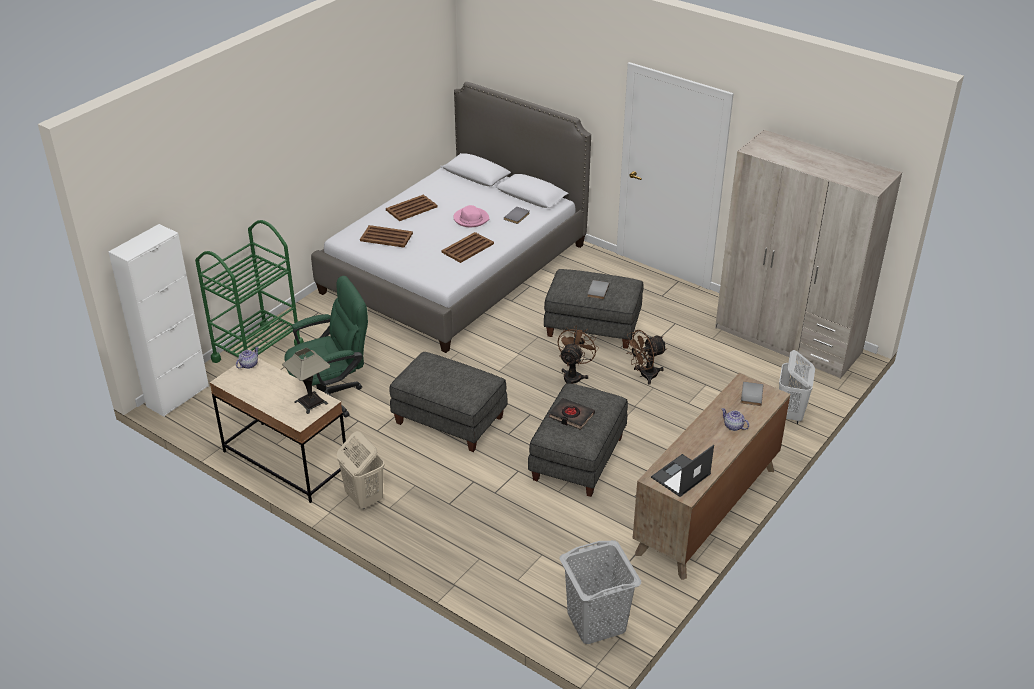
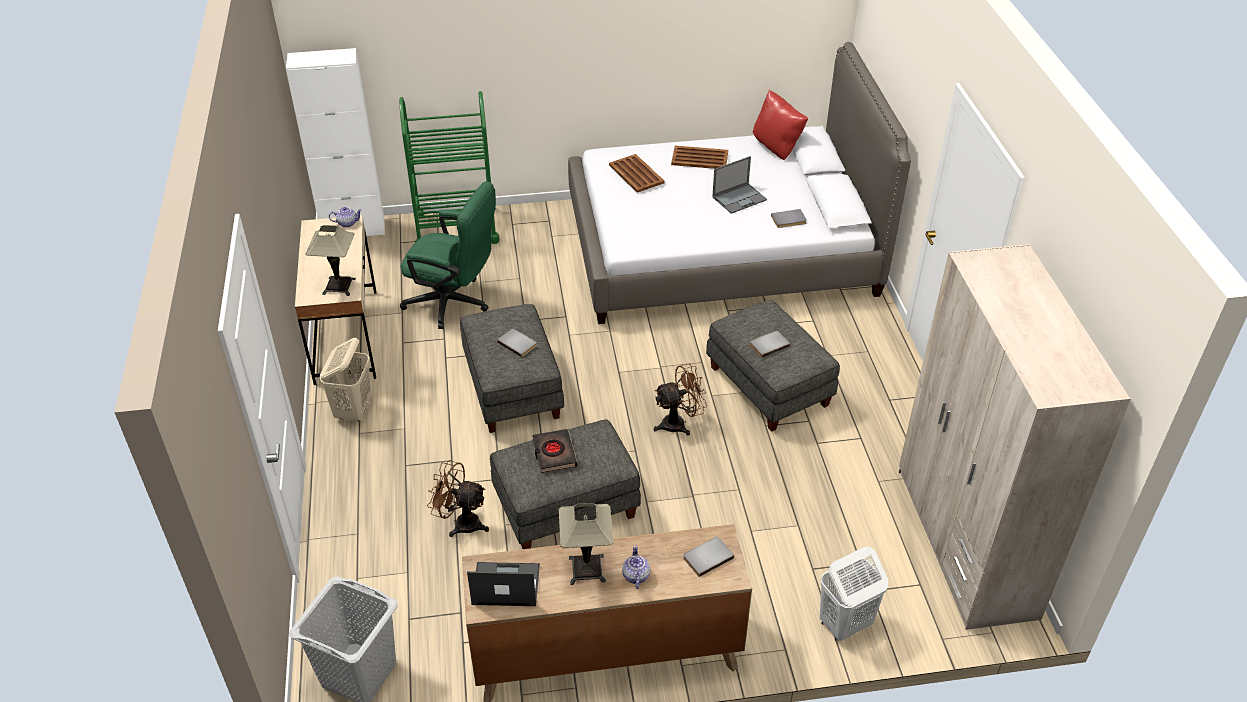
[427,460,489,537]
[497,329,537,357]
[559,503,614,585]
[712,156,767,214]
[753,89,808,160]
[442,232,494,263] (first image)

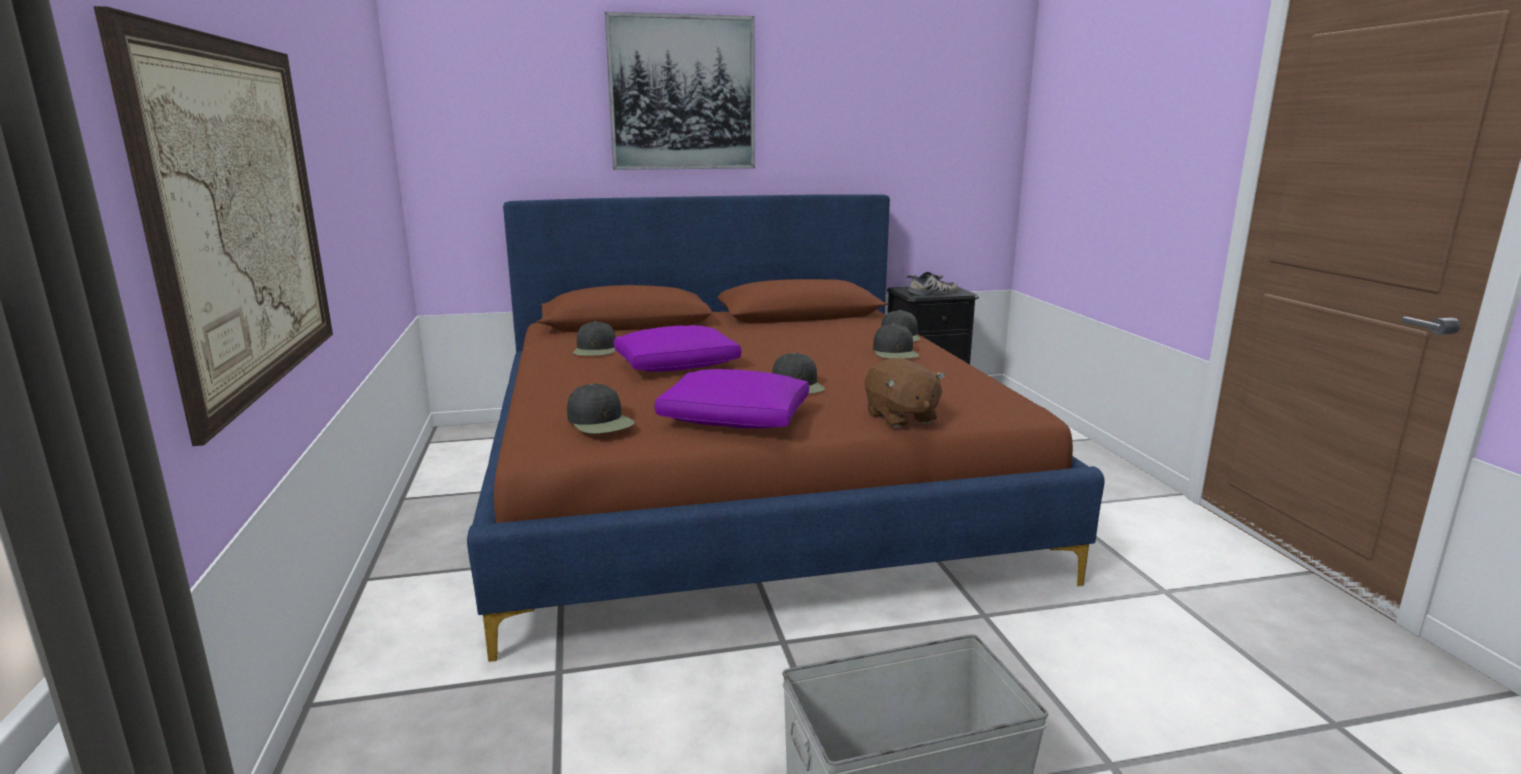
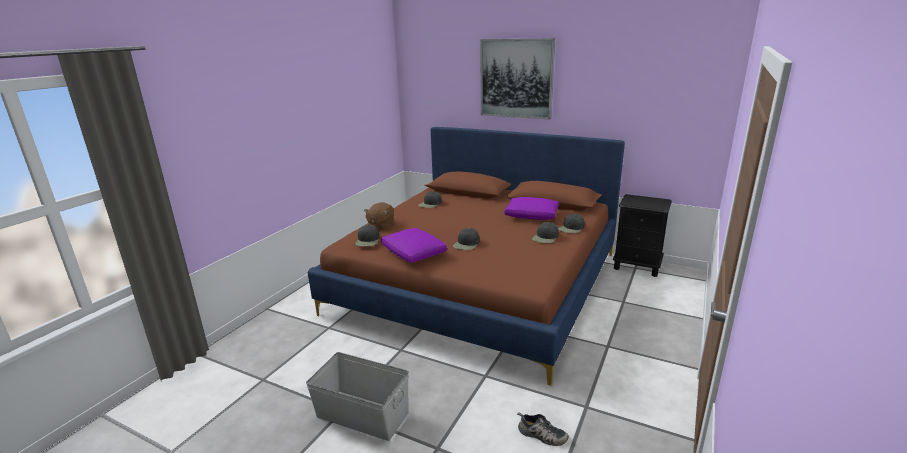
[364,202,394,229]
[504,197,559,220]
[517,412,569,446]
[94,6,333,446] (first image)

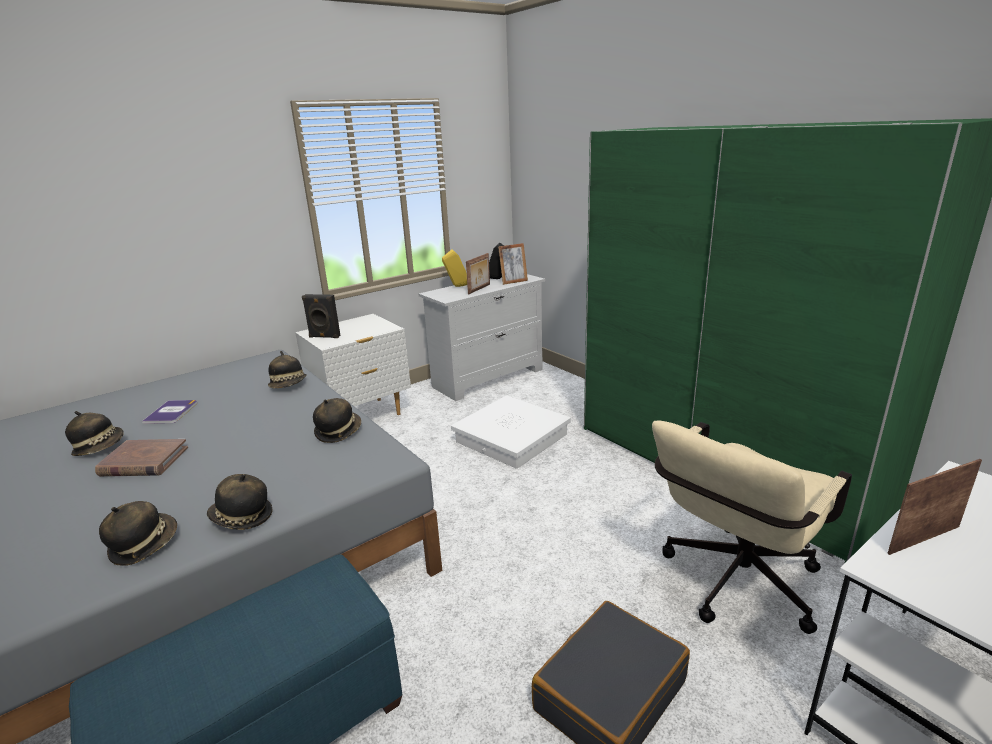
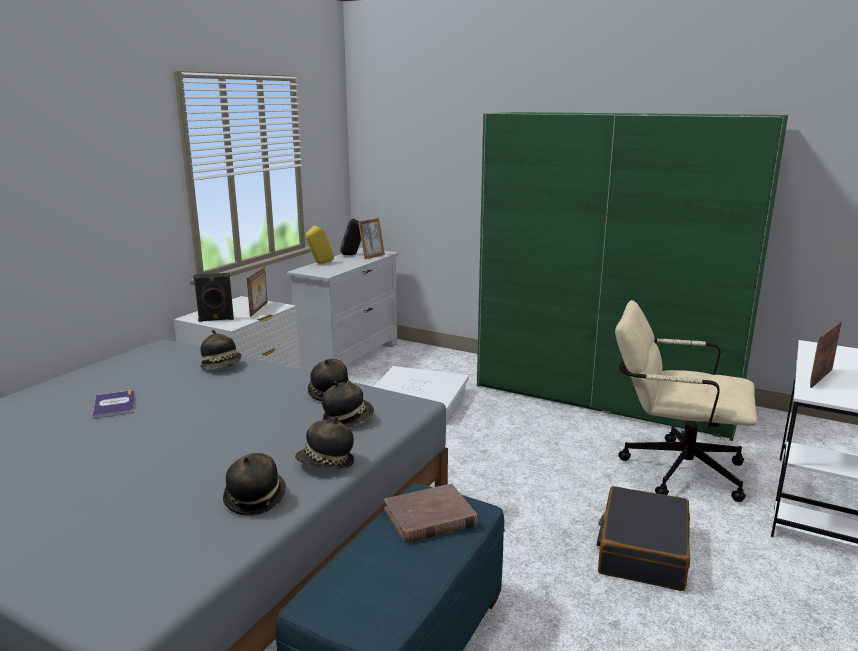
[247,267,268,317]
[322,381,374,427]
[384,484,478,543]
[615,300,758,502]

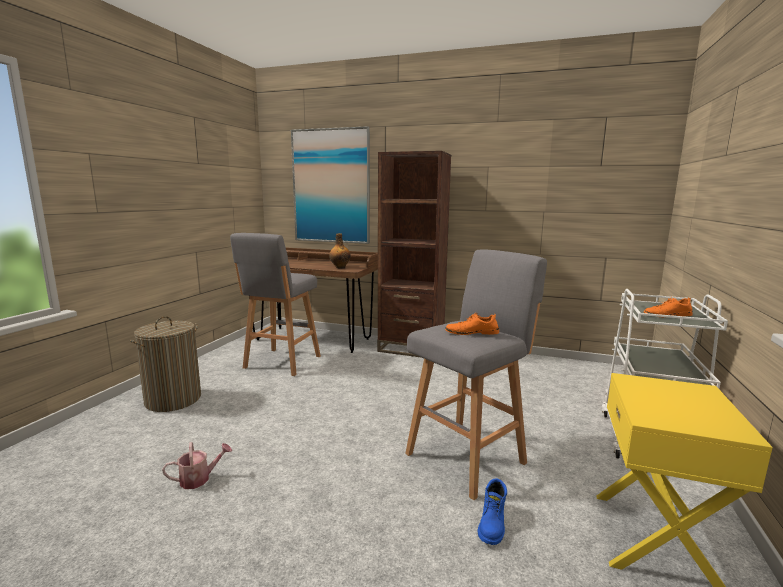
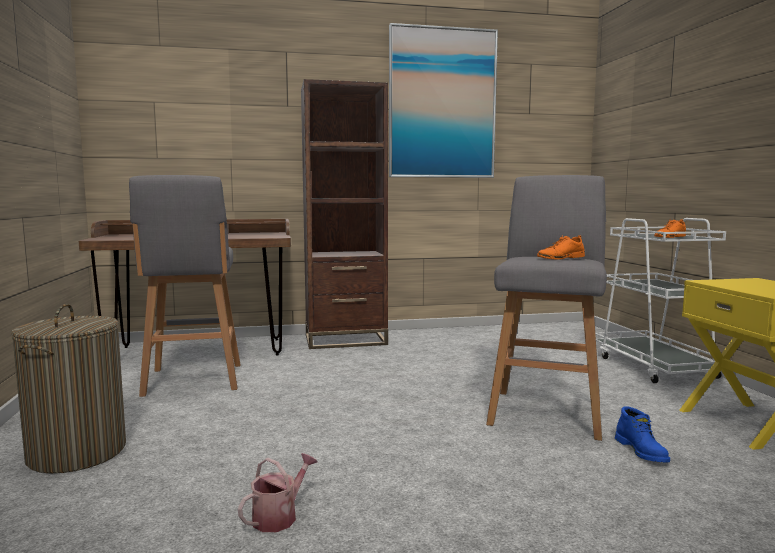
[389,23,498,178]
[329,233,351,268] (first image)

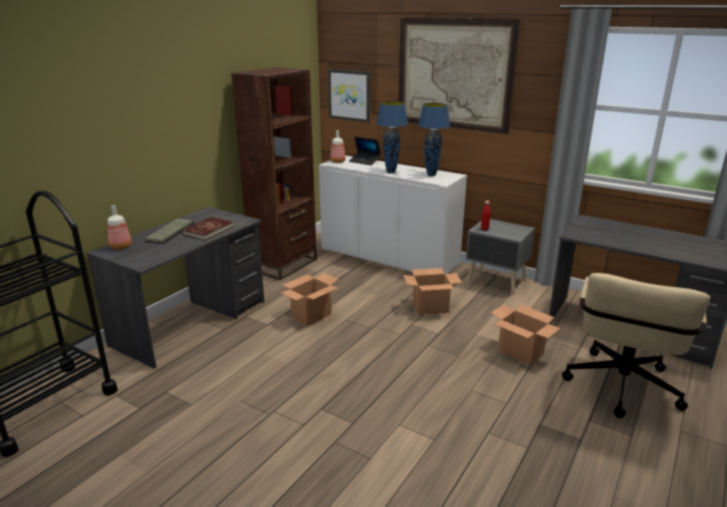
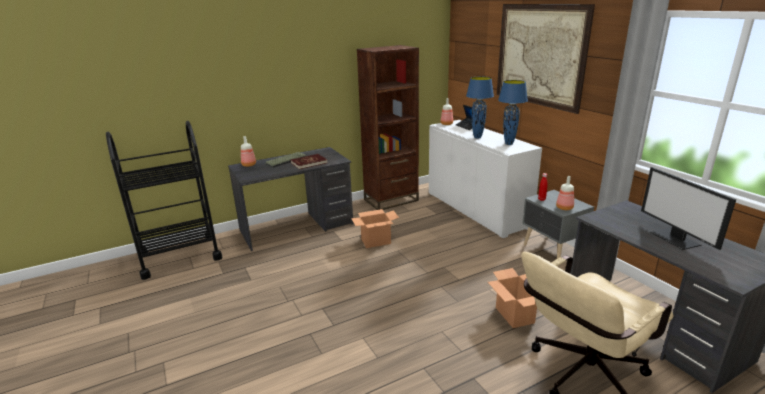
[556,176,574,210]
[641,167,736,250]
[328,69,370,123] (first image)
[403,268,462,315] (first image)

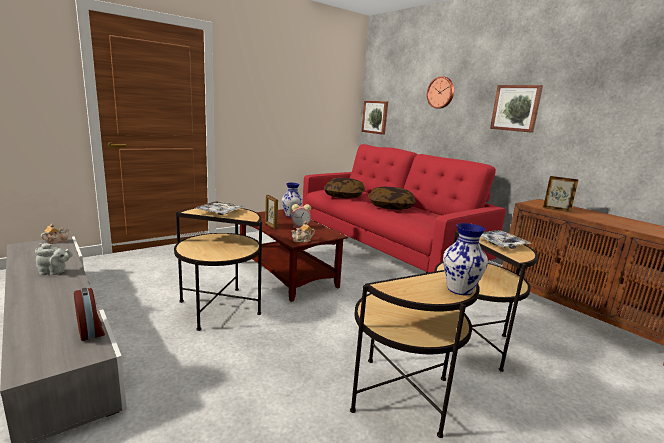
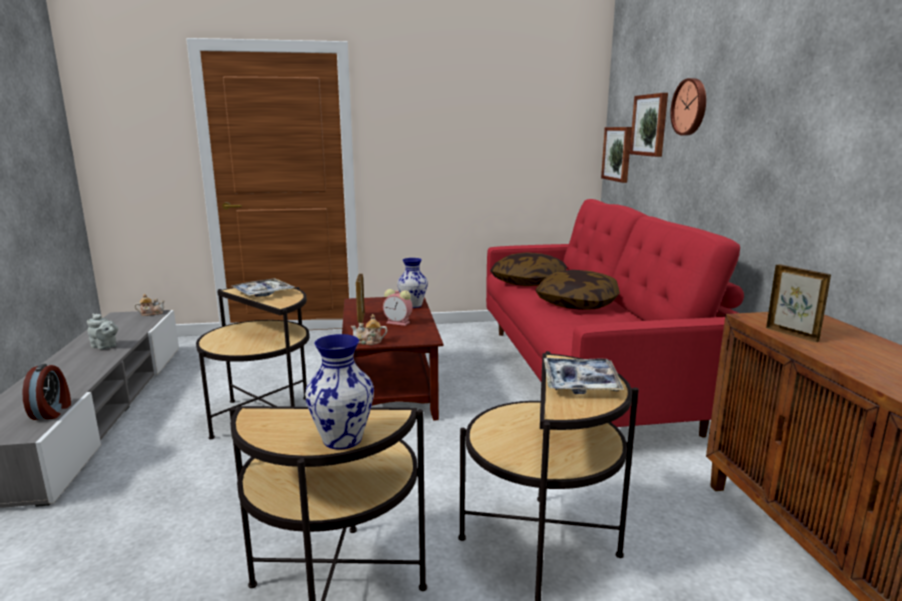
[630,93,668,157]

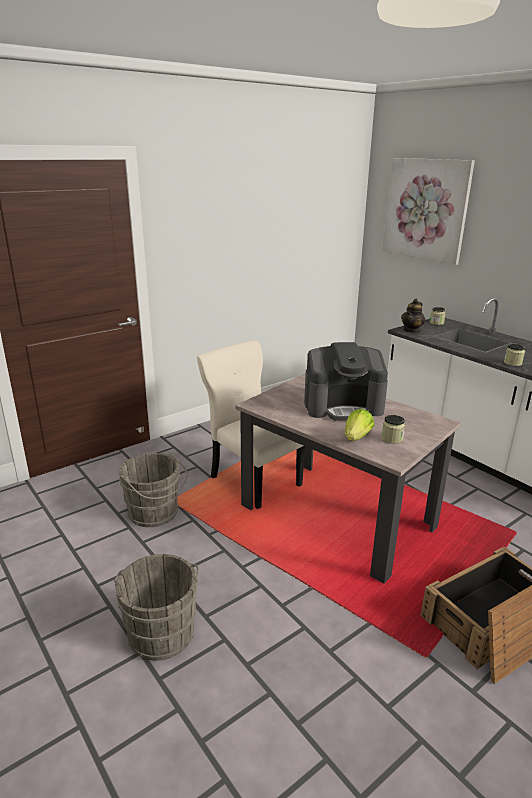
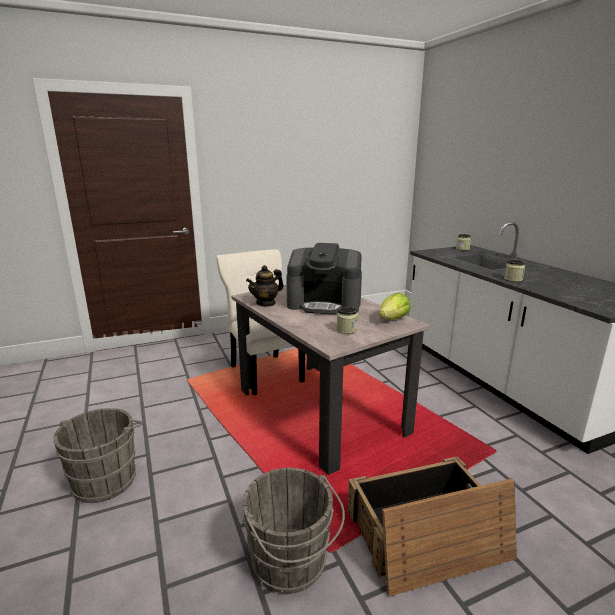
[242,468,345,594]
[246,265,284,307]
[379,293,410,320]
[382,158,475,265] (first image)

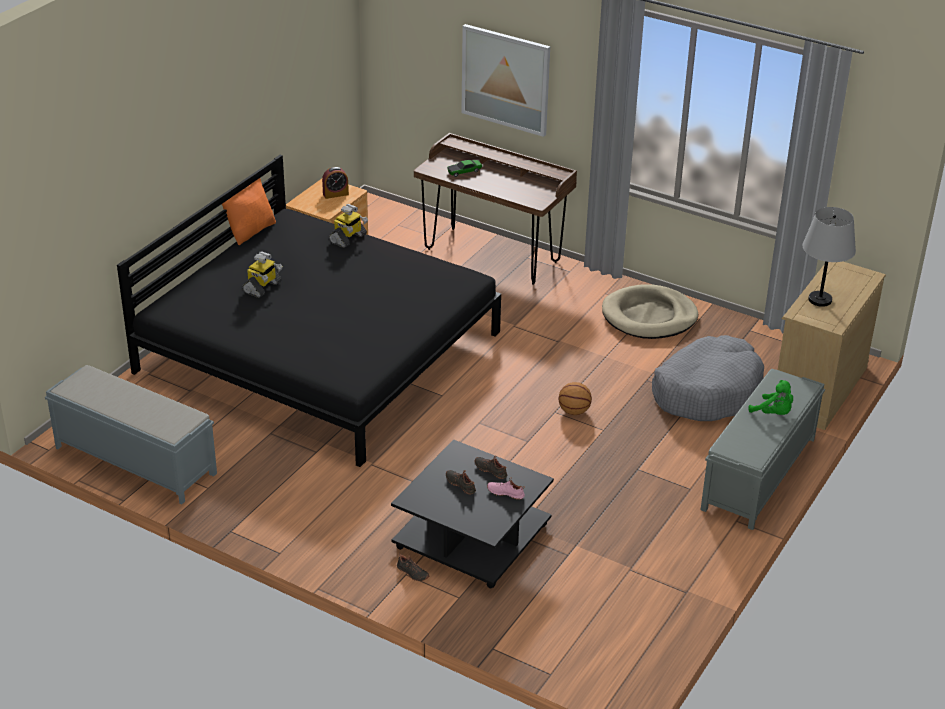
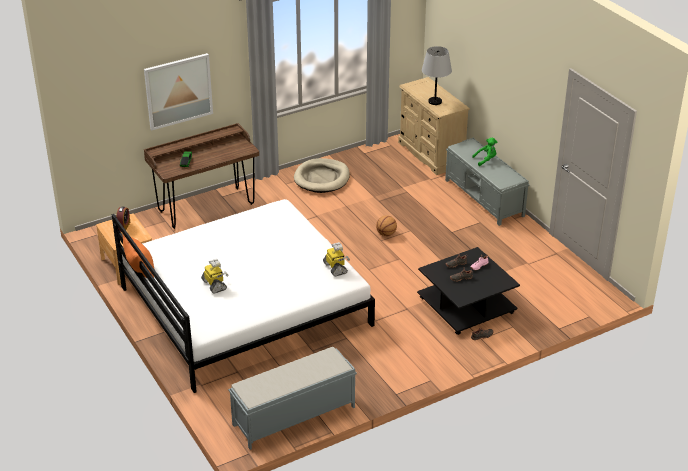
[112,199,375,393]
[323,242,350,276]
[652,335,764,421] (first image)

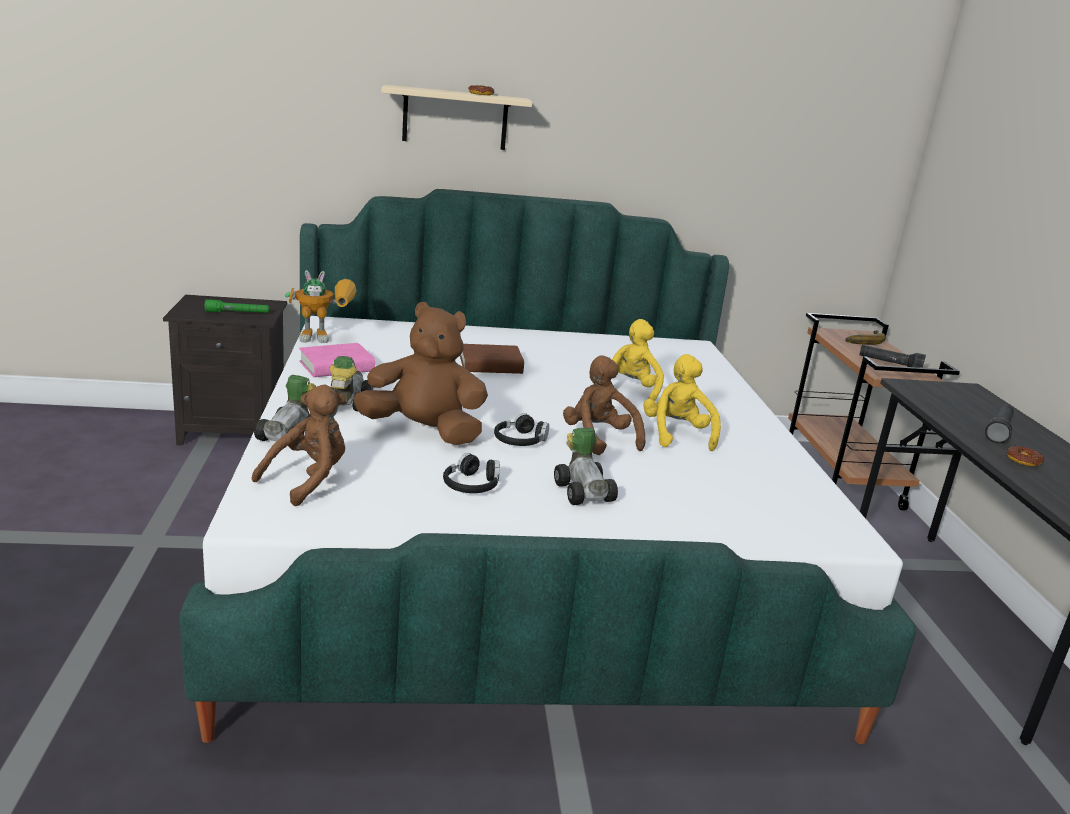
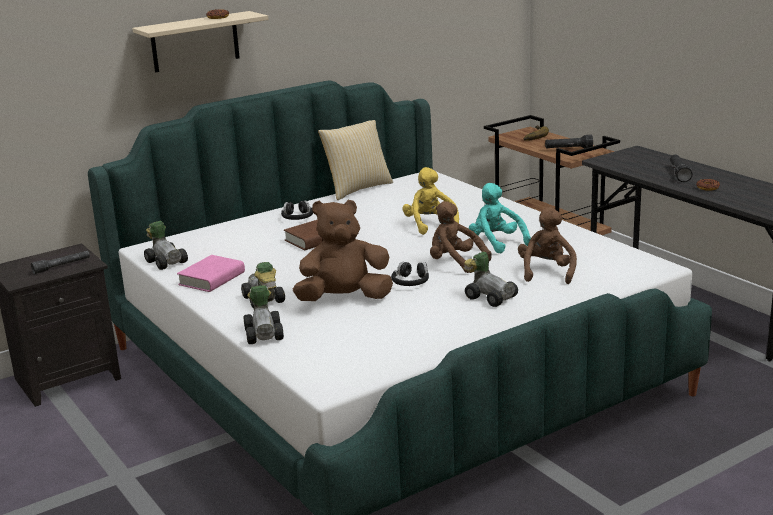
[31,251,90,274]
[144,221,188,270]
[281,200,313,220]
[318,120,393,200]
[469,183,531,254]
[518,207,577,284]

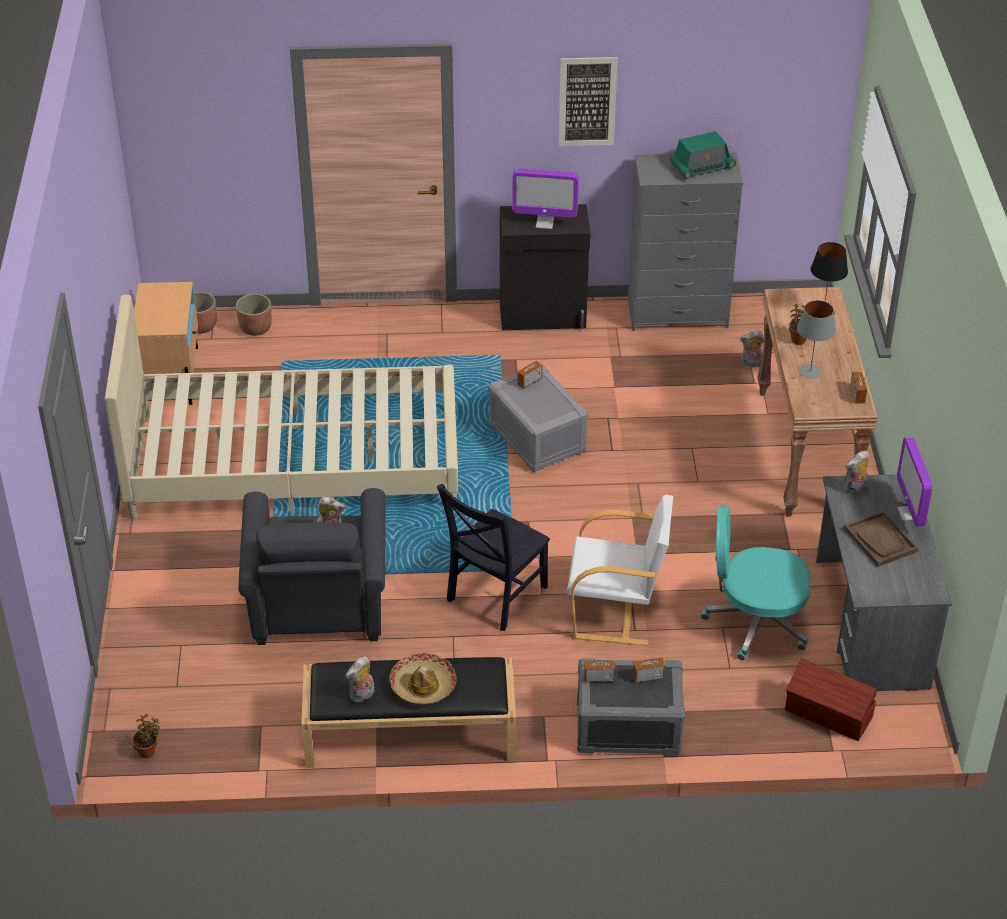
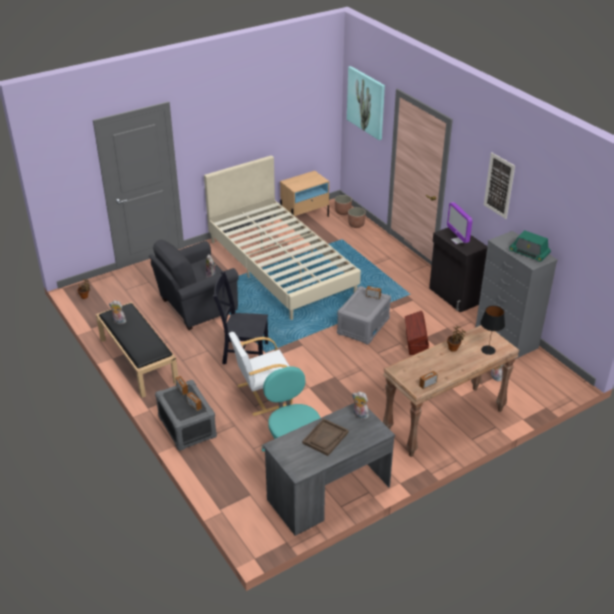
[228,332,293,416]
[347,66,385,140]
[405,311,429,355]
[389,653,457,704] (first image)
[797,300,836,379] (first image)
[897,437,932,526] (first image)

